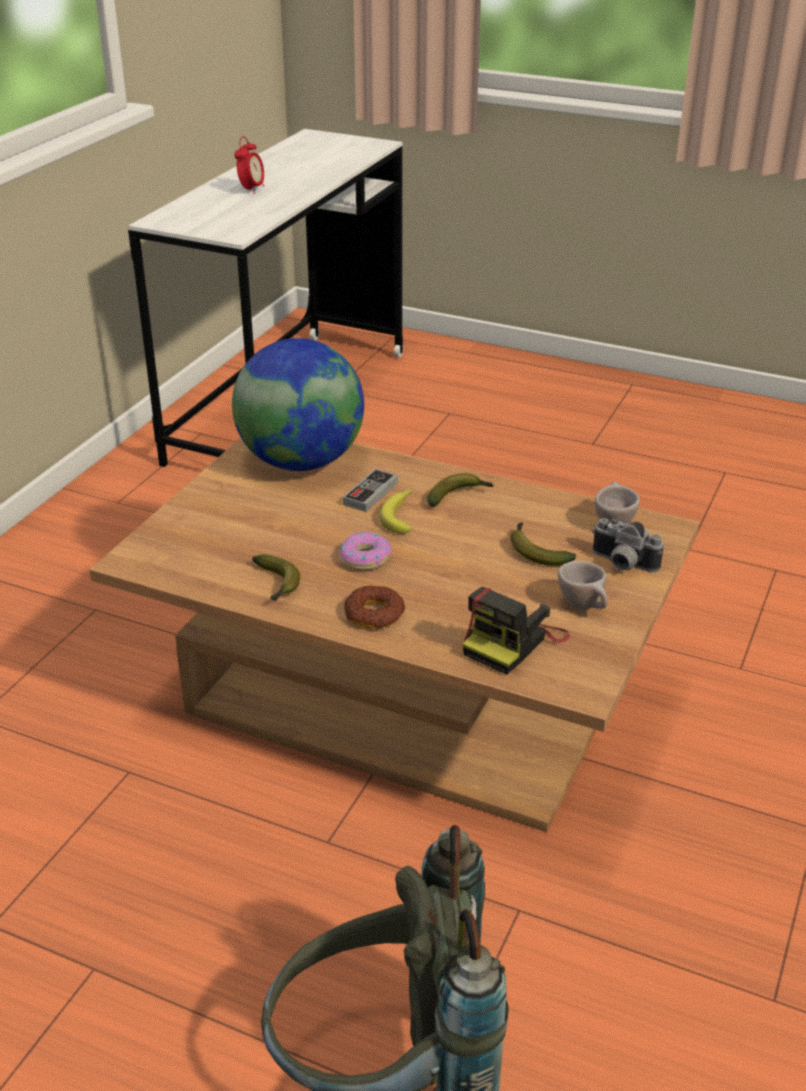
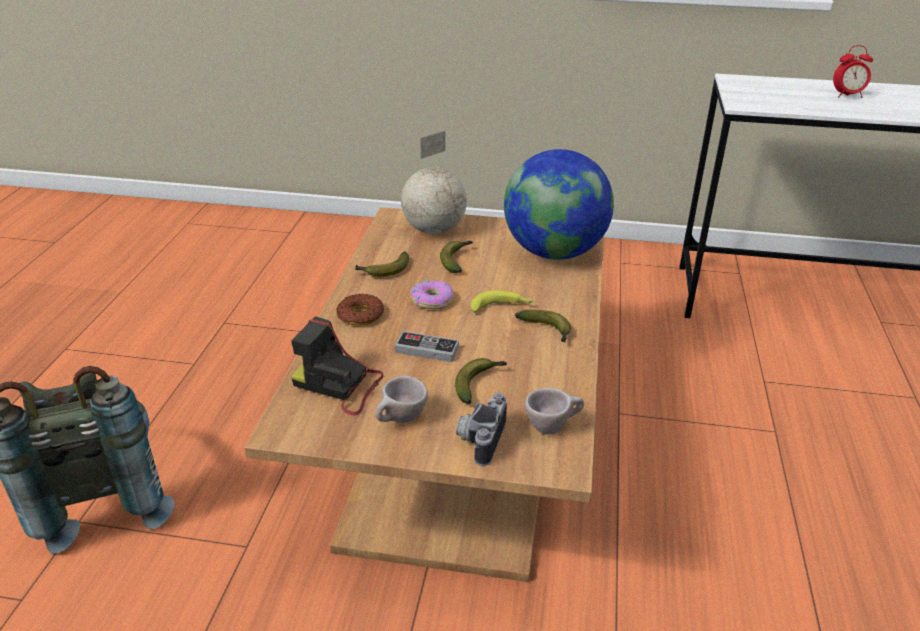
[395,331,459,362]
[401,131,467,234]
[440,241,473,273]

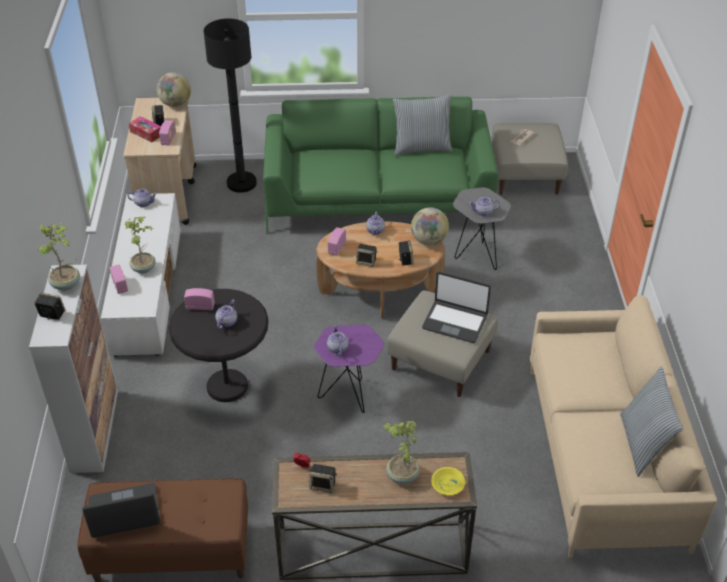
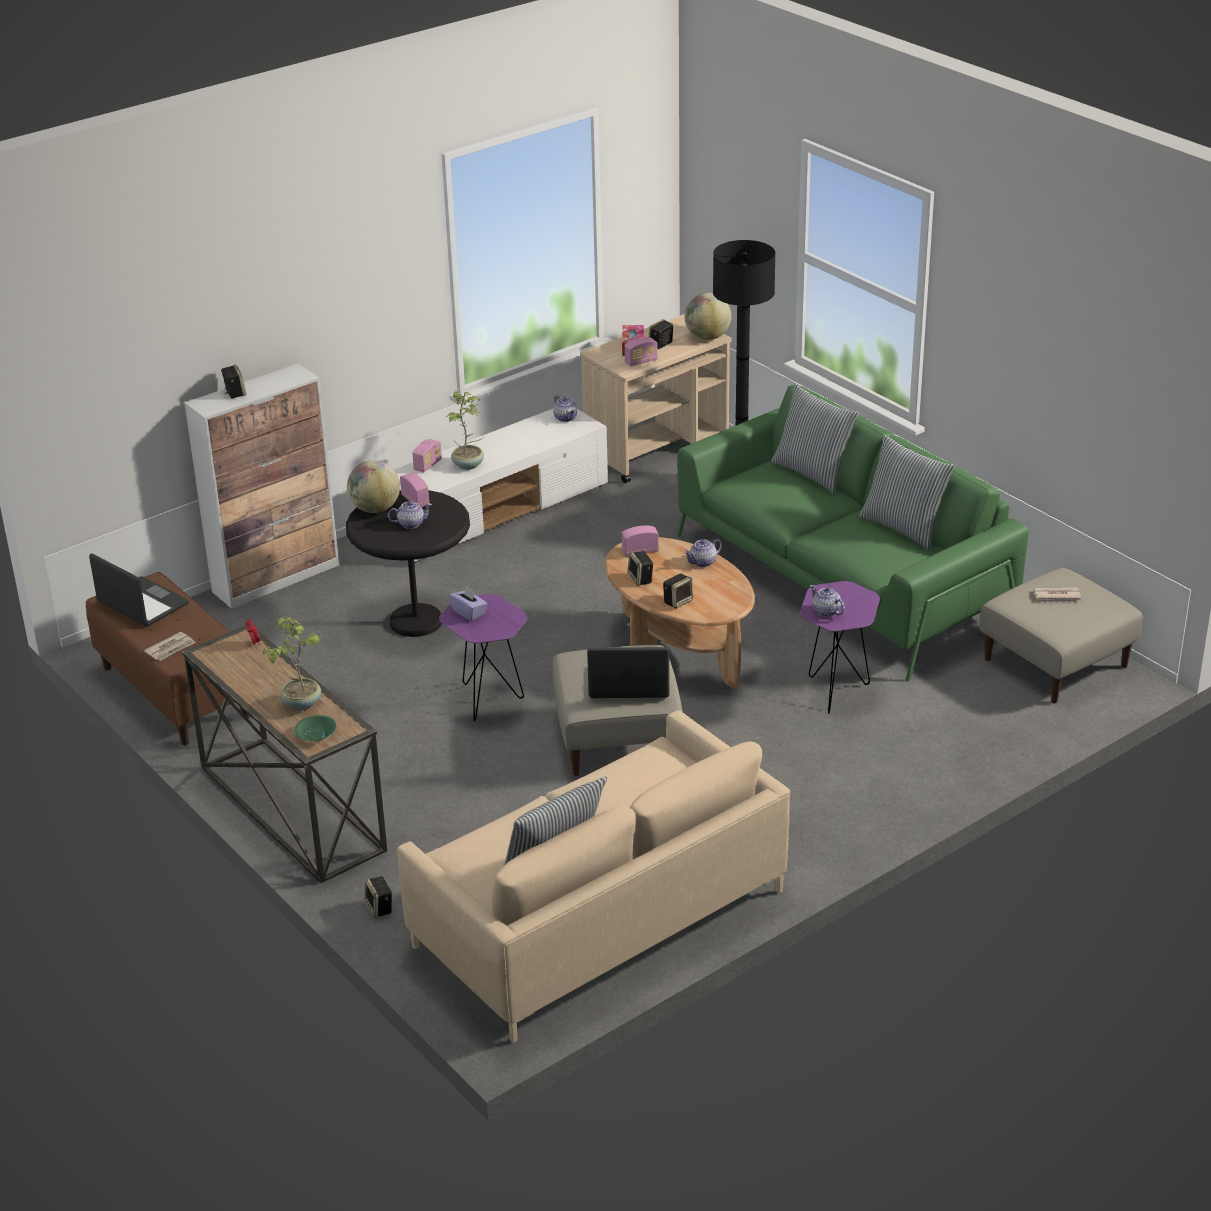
[144,632,196,661]
[294,715,336,741]
[347,460,400,513]
[365,876,392,918]
[449,586,487,621]
[587,647,669,698]
[771,384,859,494]
[800,581,880,714]
[38,223,80,291] (first image)

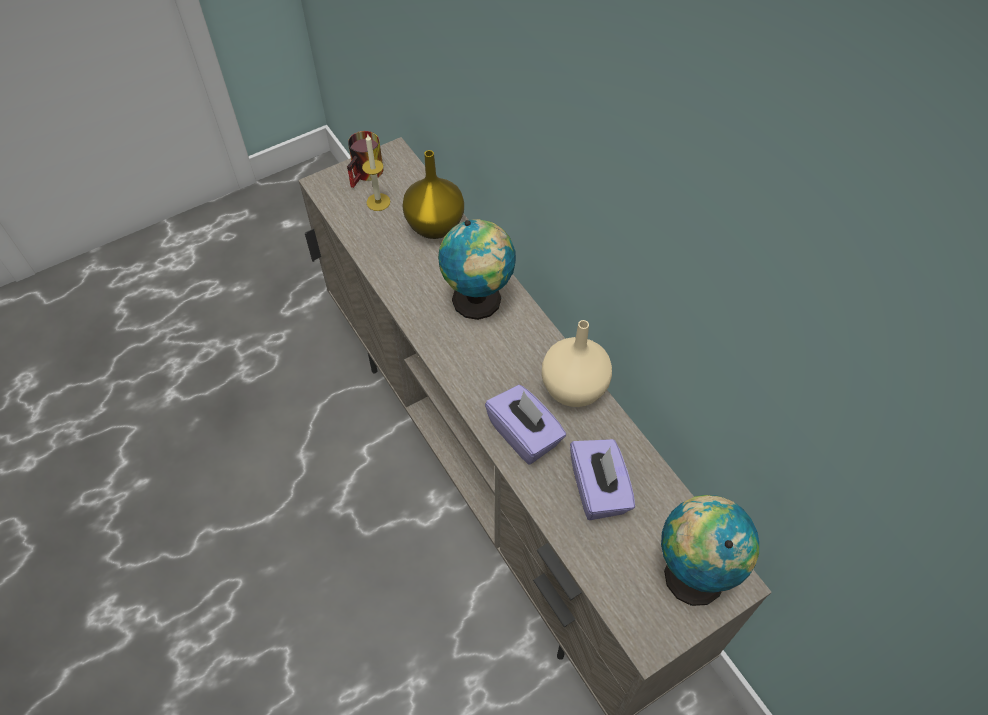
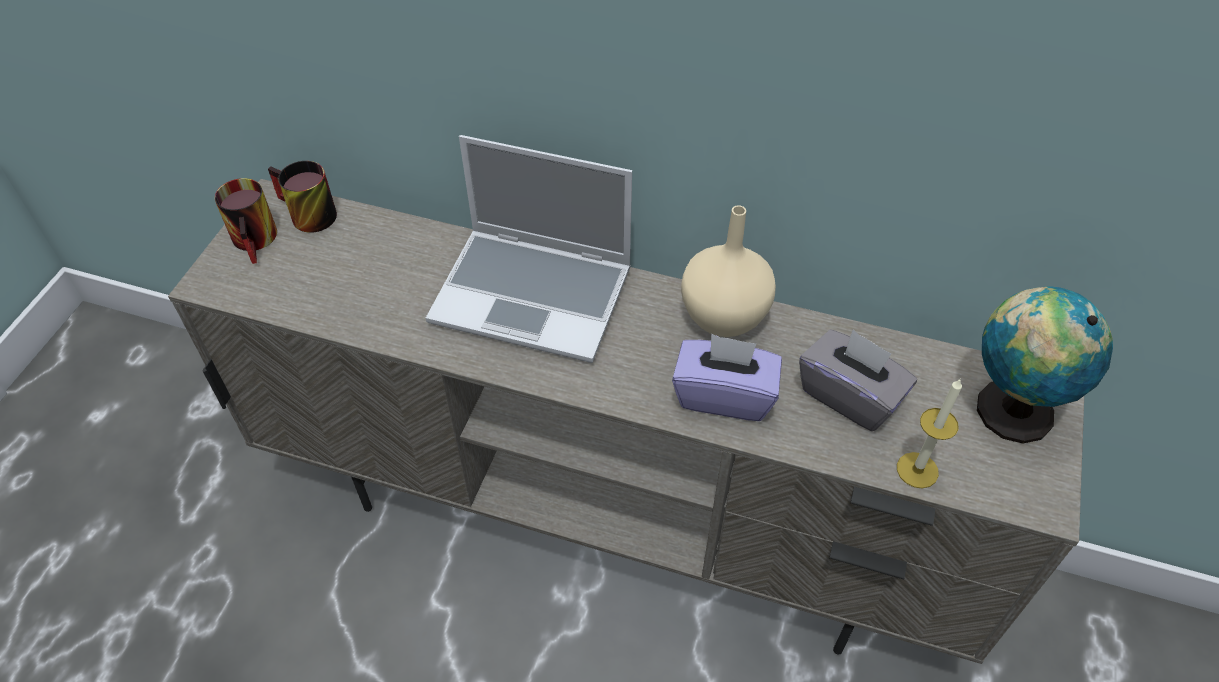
[268,161,337,233]
[426,135,632,363]
[799,329,917,431]
[897,378,962,488]
[402,150,464,239] (first image)

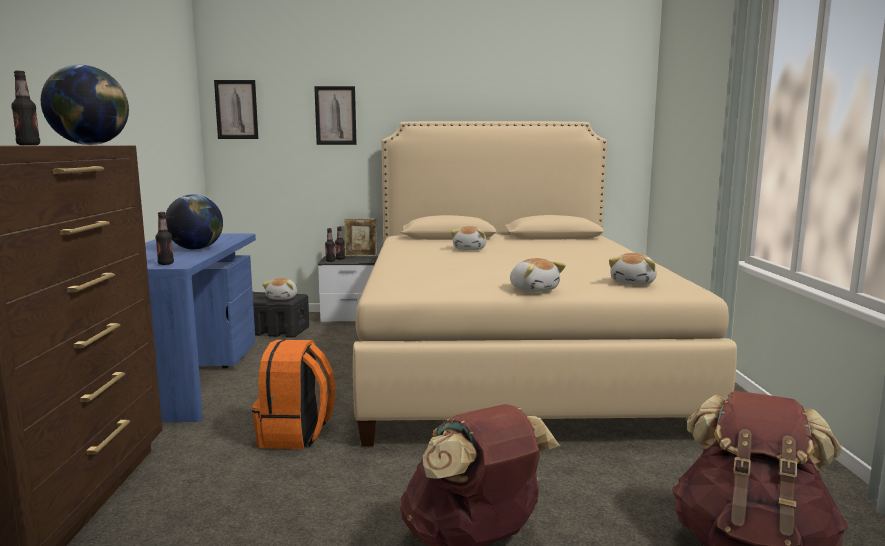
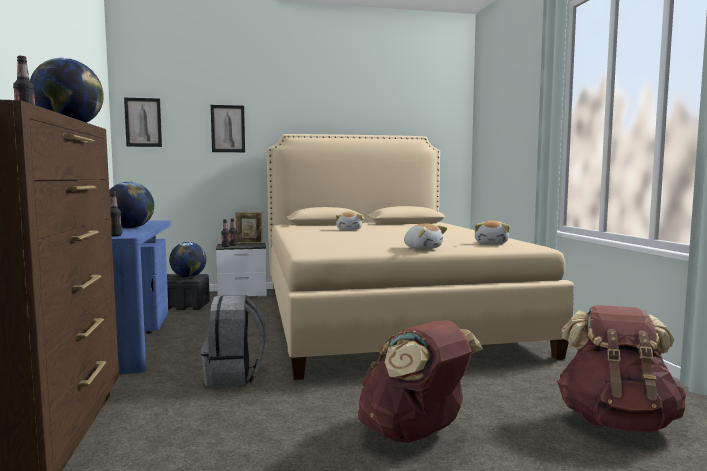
[169,242,206,278]
[201,295,266,387]

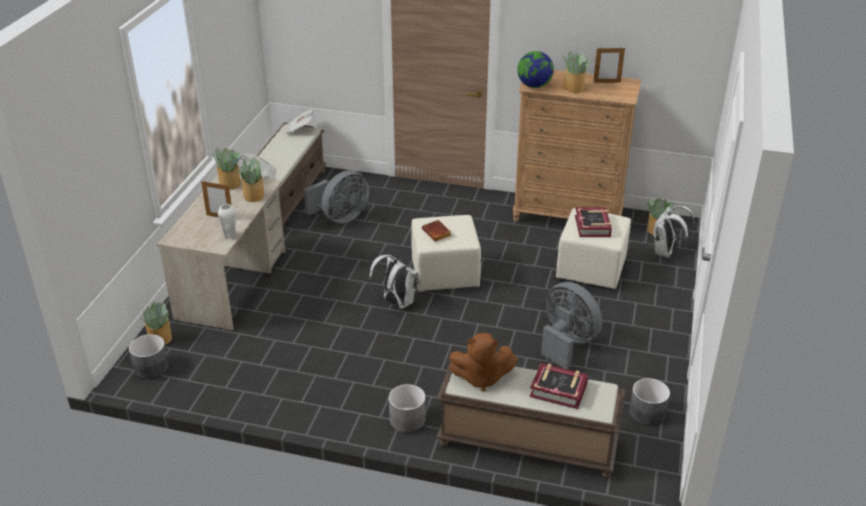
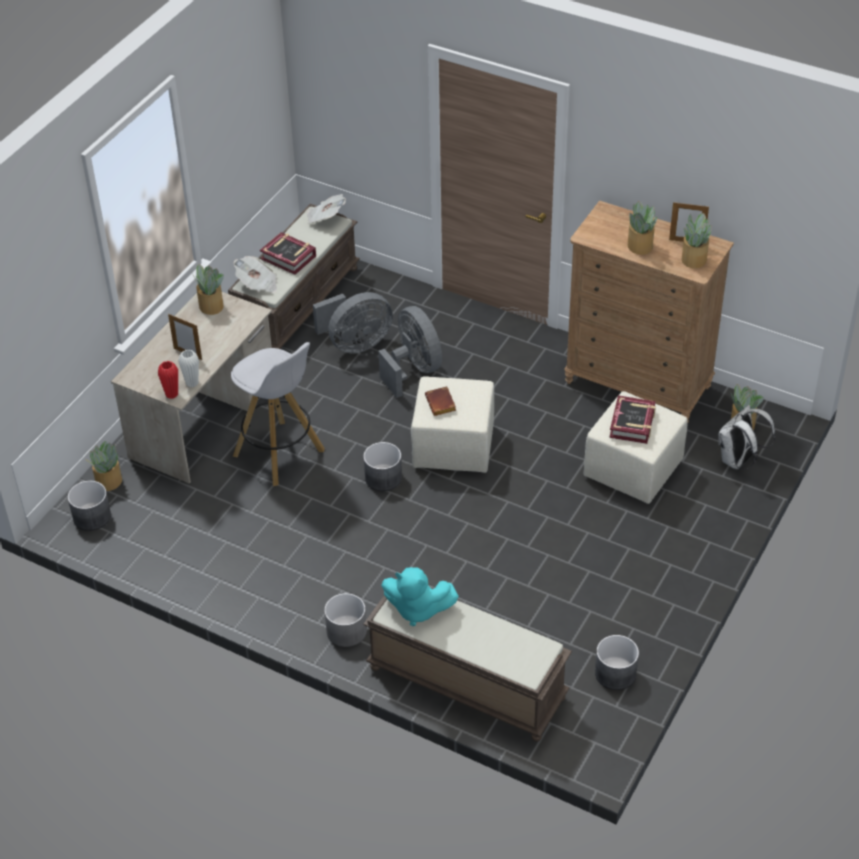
[158,361,178,399]
[231,342,325,486]
[260,232,316,275]
[363,442,402,491]
[378,306,442,398]
[381,567,459,626]
[682,213,711,268]
[517,51,554,88] (first image)

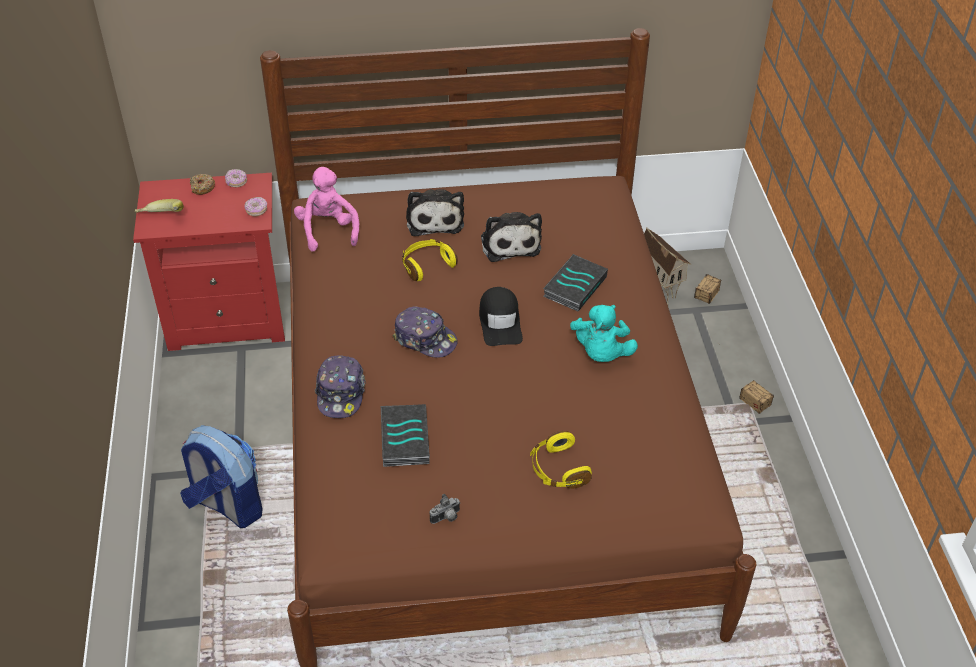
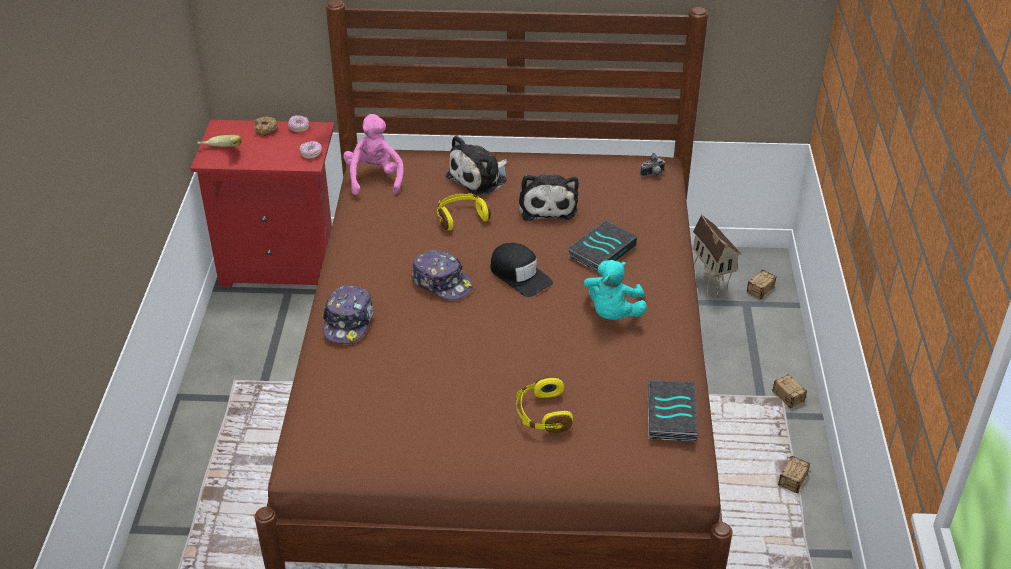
[446,135,508,195]
[490,243,553,297]
[640,153,665,177]
[648,379,698,442]
[778,456,810,493]
[180,425,263,528] (first image)

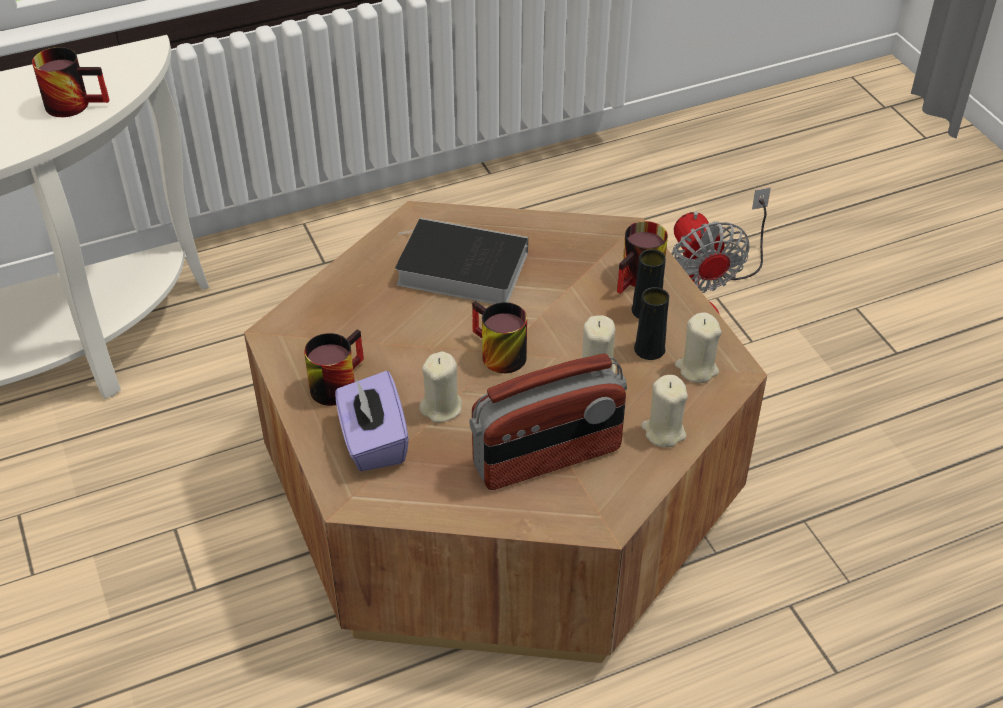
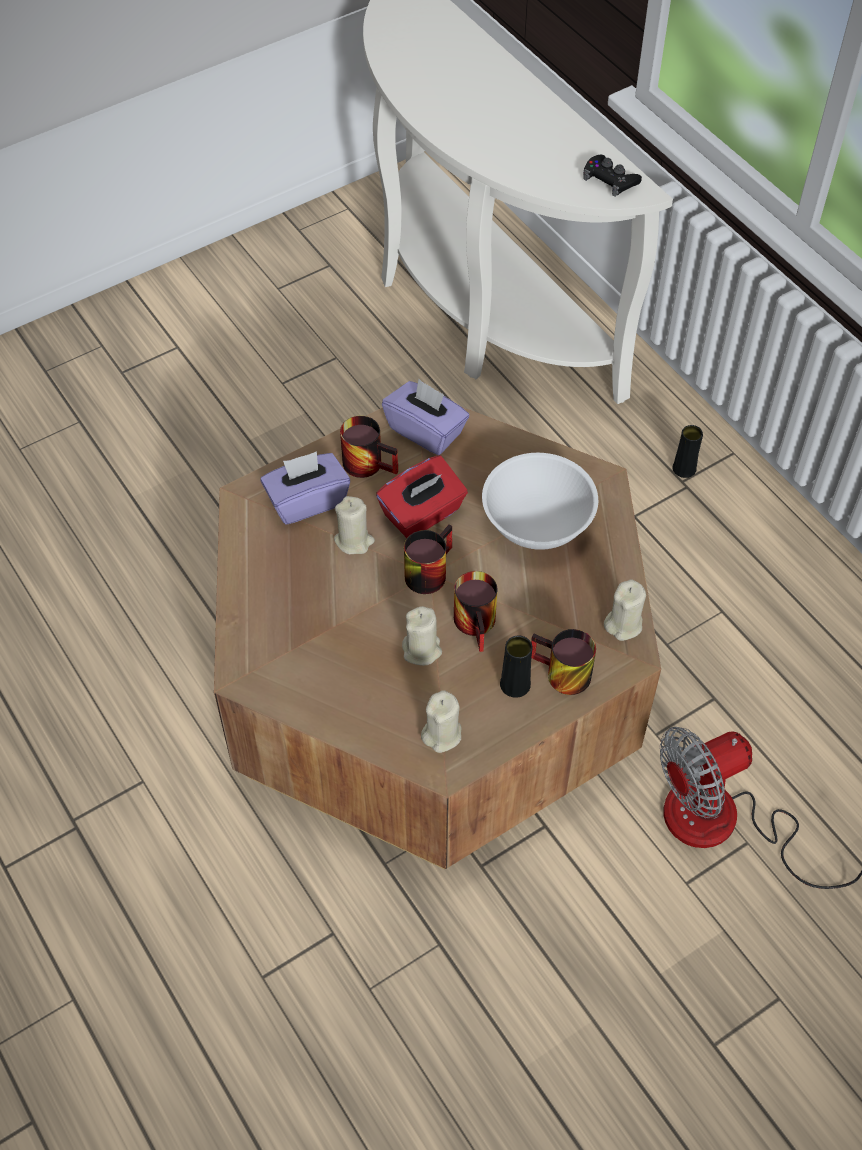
[376,455,468,538]
[382,379,469,455]
[454,571,498,652]
[482,453,598,550]
[583,154,642,197]
[604,580,646,641]
[672,425,703,478]
[469,354,627,490] (first image)

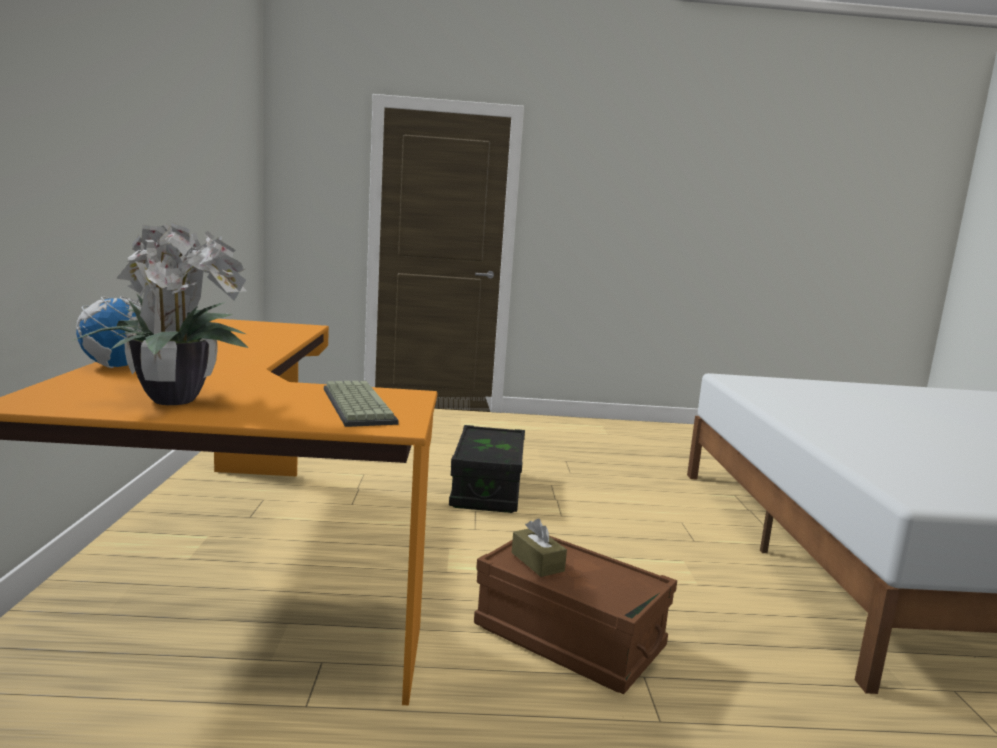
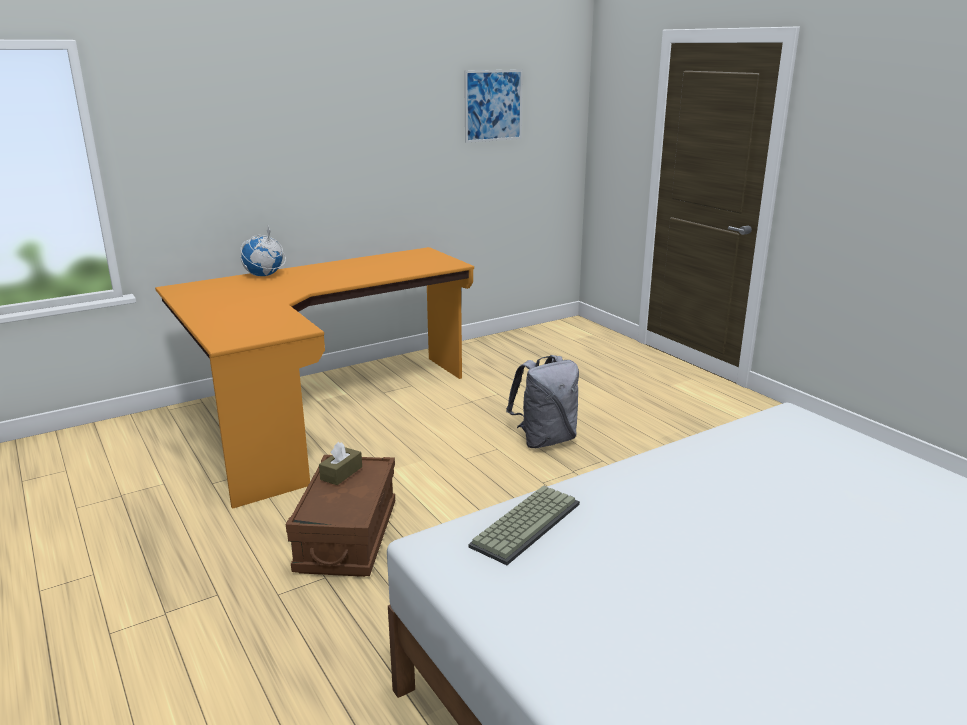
[464,69,523,143]
[469,485,580,565]
[506,355,579,448]
[72,222,249,405] (first image)

